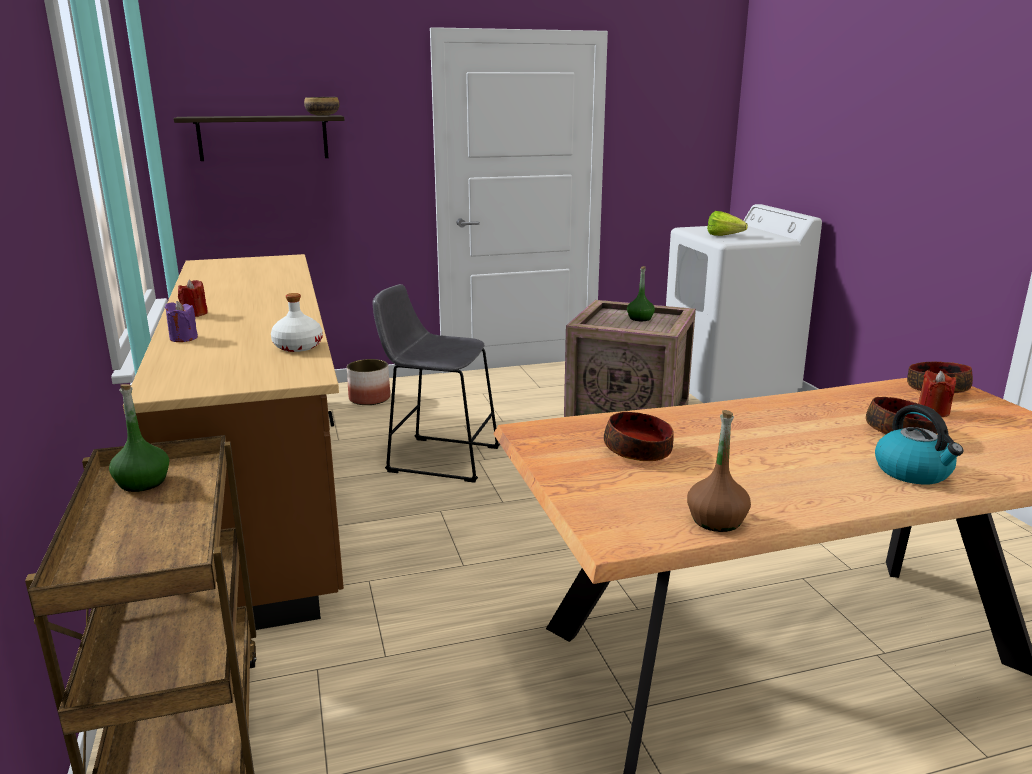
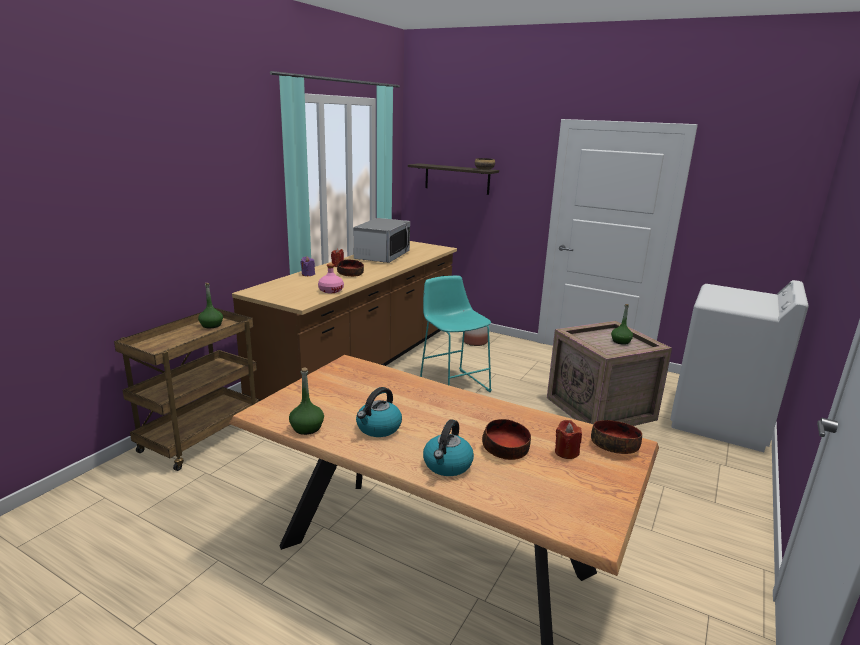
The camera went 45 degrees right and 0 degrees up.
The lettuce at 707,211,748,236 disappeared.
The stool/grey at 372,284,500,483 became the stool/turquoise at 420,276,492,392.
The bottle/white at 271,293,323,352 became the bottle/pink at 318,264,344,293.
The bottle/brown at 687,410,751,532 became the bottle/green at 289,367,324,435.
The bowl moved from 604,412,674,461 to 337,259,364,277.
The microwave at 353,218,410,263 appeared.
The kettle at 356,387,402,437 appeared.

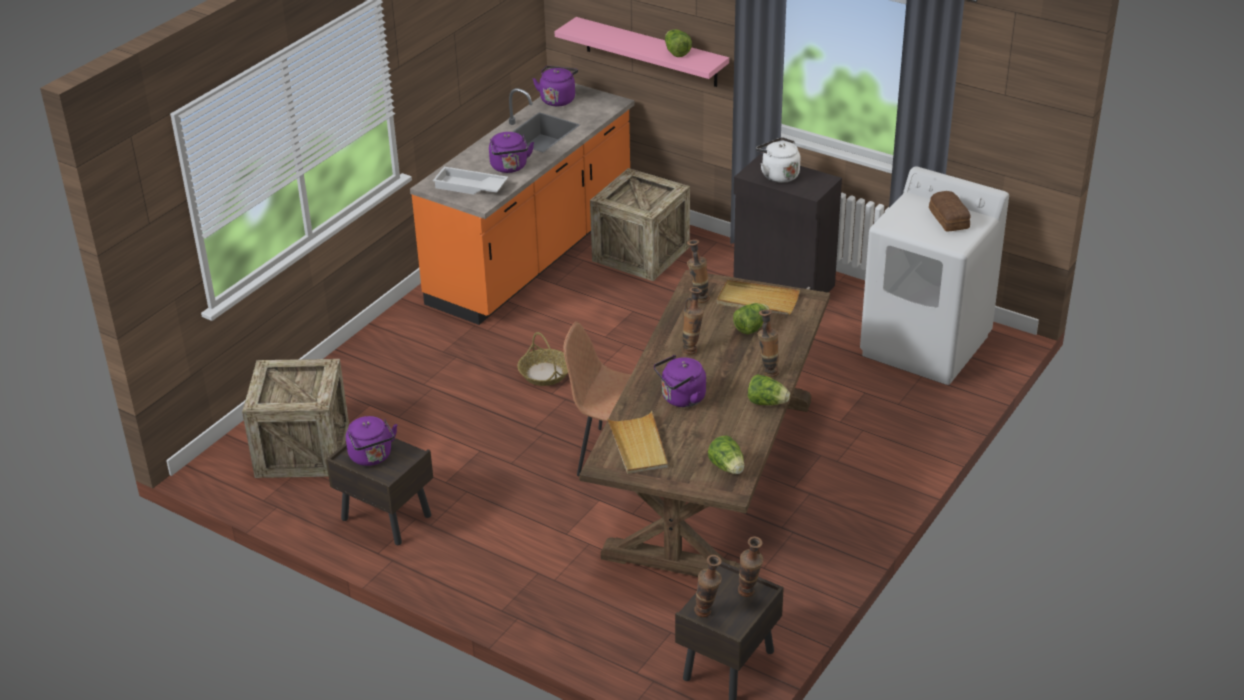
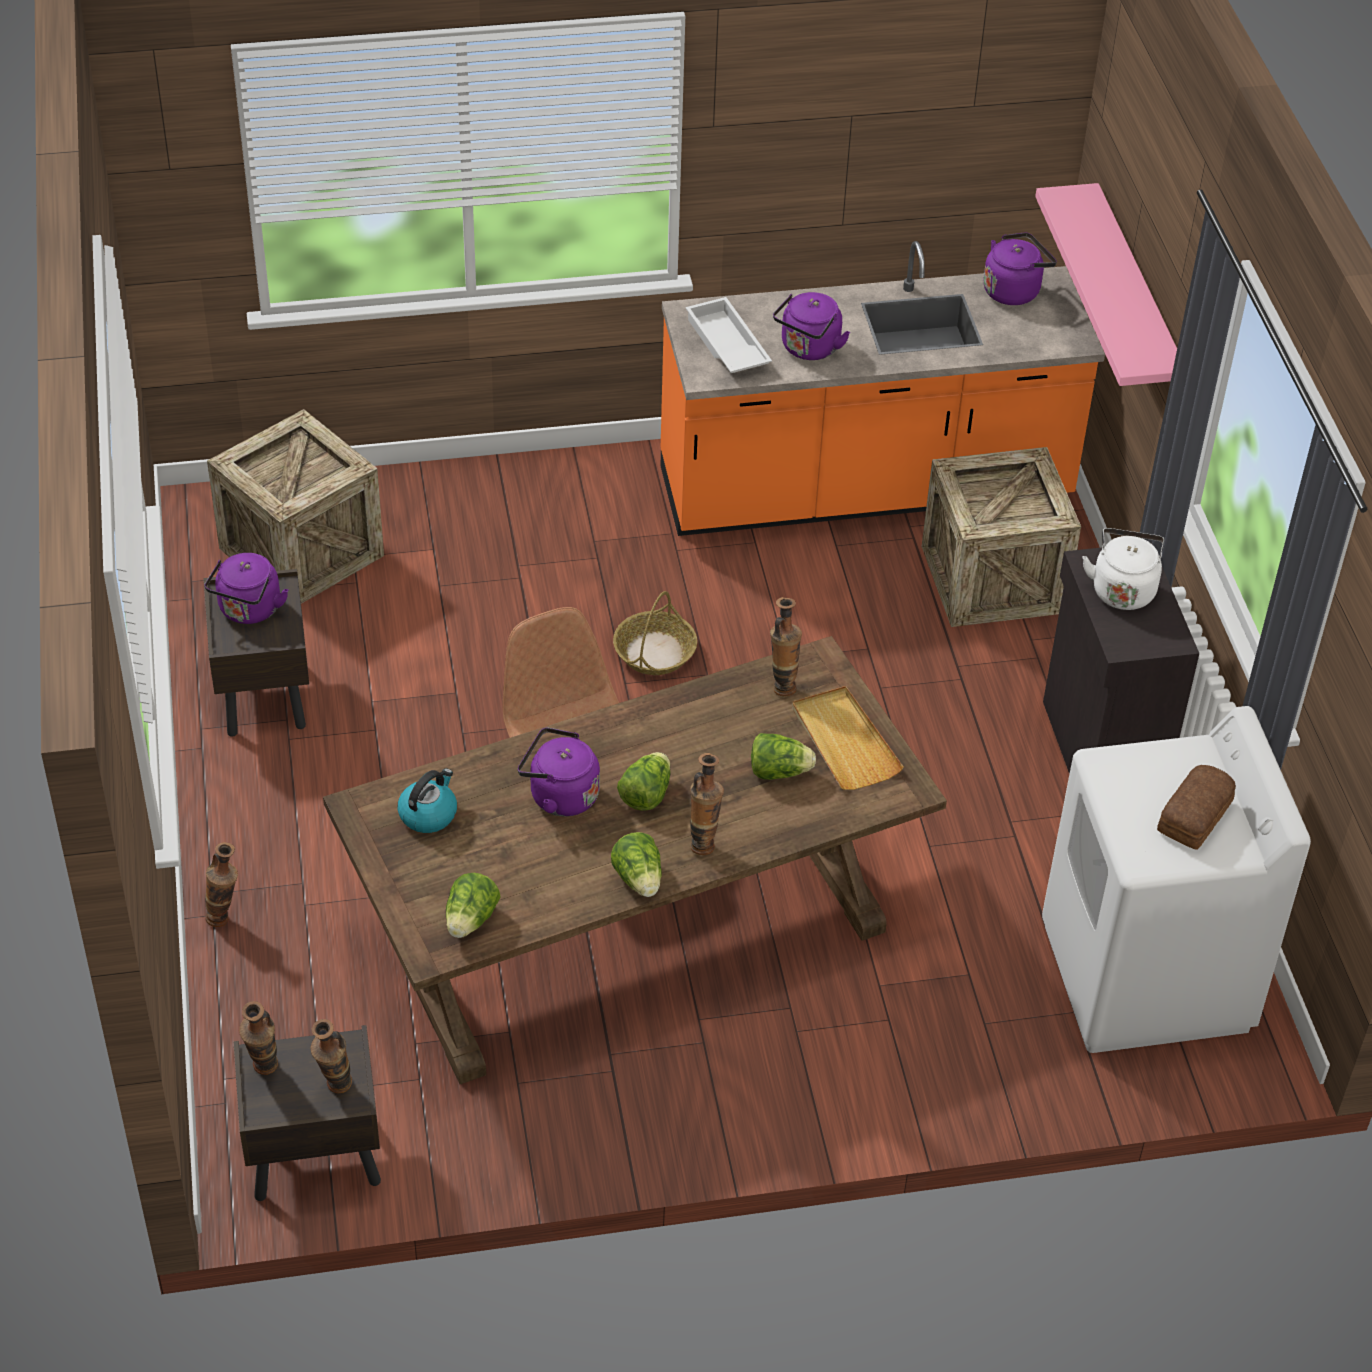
The camera went 45 degrees right and 10 degrees up.
The lettuce moved from 665,29,692,57 to 617,752,671,811.
The vase moved from 682,287,704,355 to 205,842,238,927.
The tray/beige at 607,411,668,474 was replaced by the kettle at 397,768,457,833.

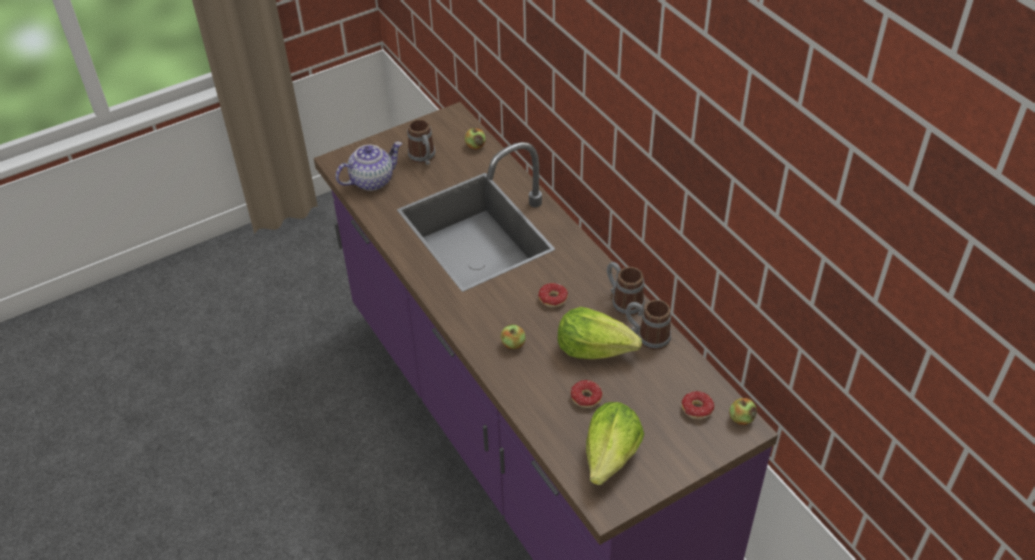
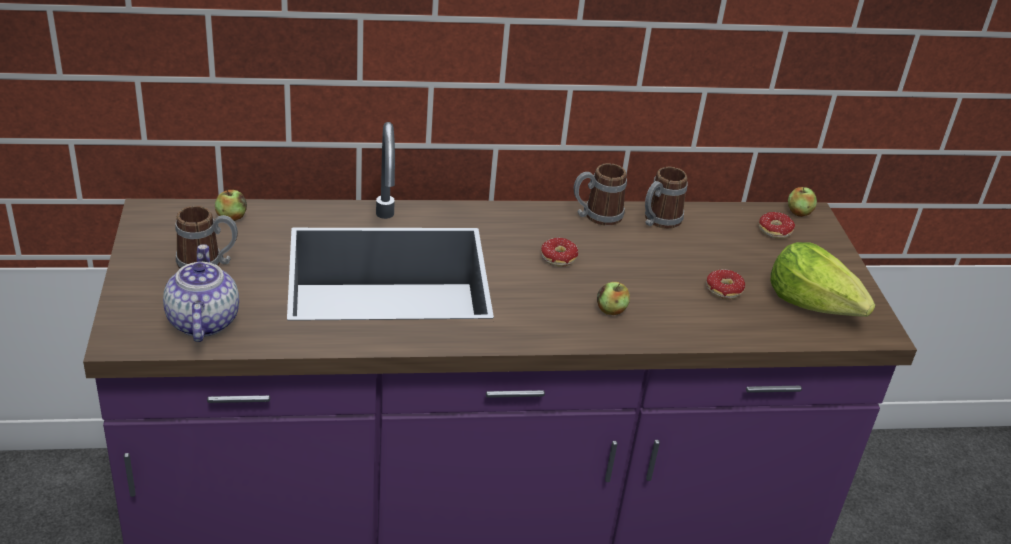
The camera went 70 degrees left and 10 degrees down.
The lettuce at 558,307,642,359 disappeared.

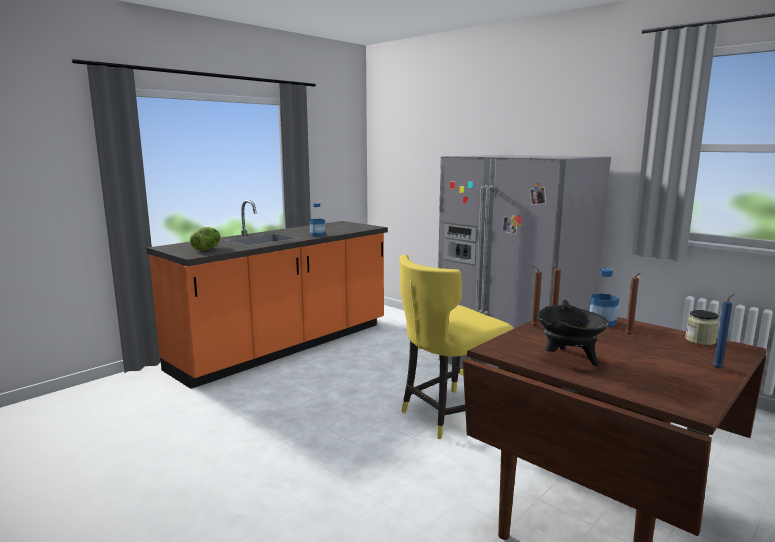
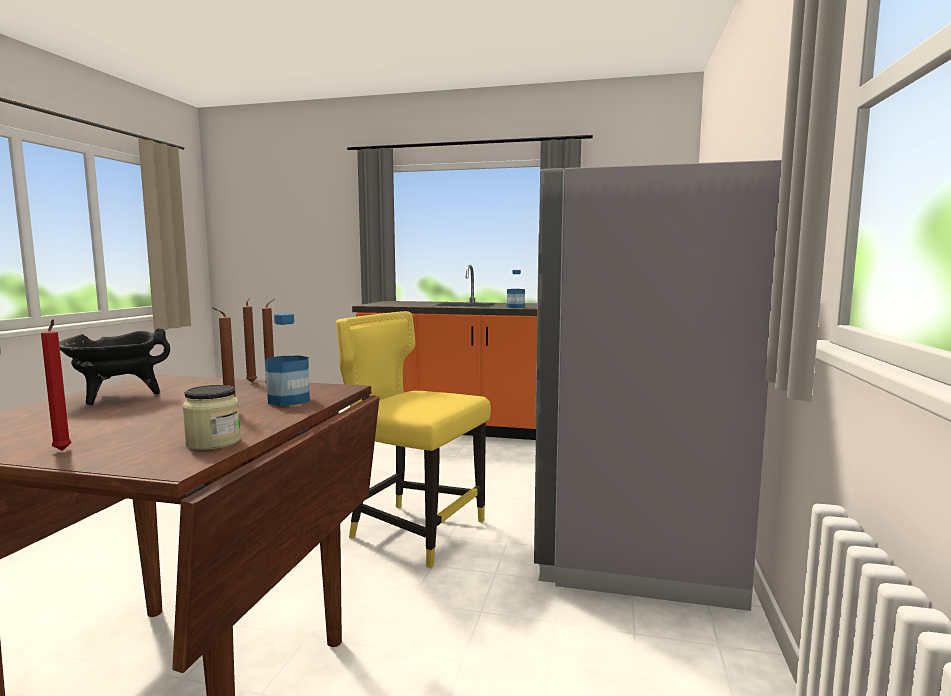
The camera went 60 degrees right and 5 degrees down.
The lettuce at 190,227,221,250 disappeared.
The candle/blue at 713,294,734,368 became the candle/red at 41,319,71,451.

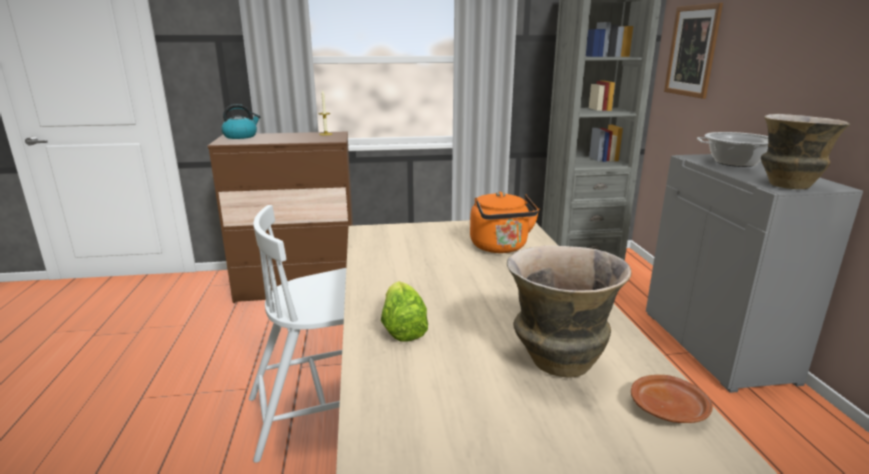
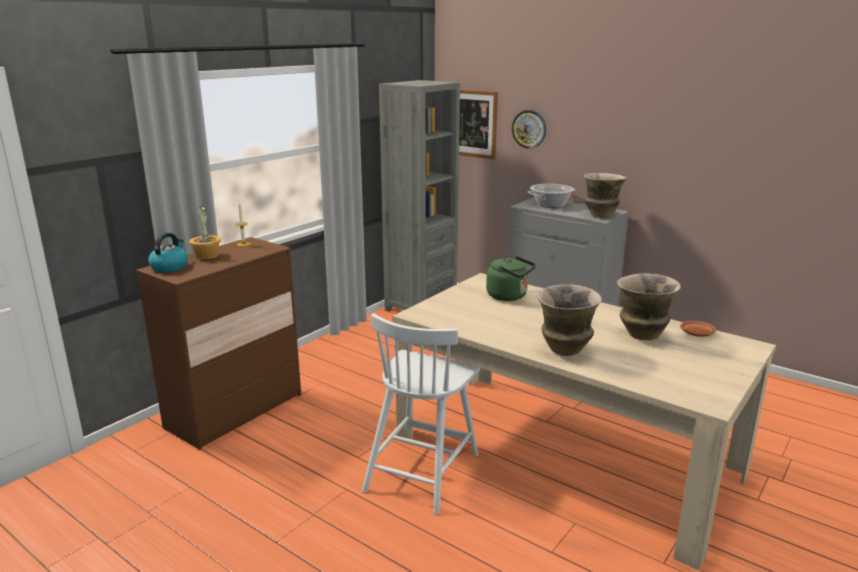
The camera went 45 degrees left and 0 degrees up.
The kettle/orange at 470,192,540,253 became the kettle/green at 486,256,536,301.
The lettuce at 381,281,428,342 was replaced by the vase at 537,284,602,356.
The wall clock at 512,110,546,149 appeared.
The potted plant at 189,205,221,260 appeared.

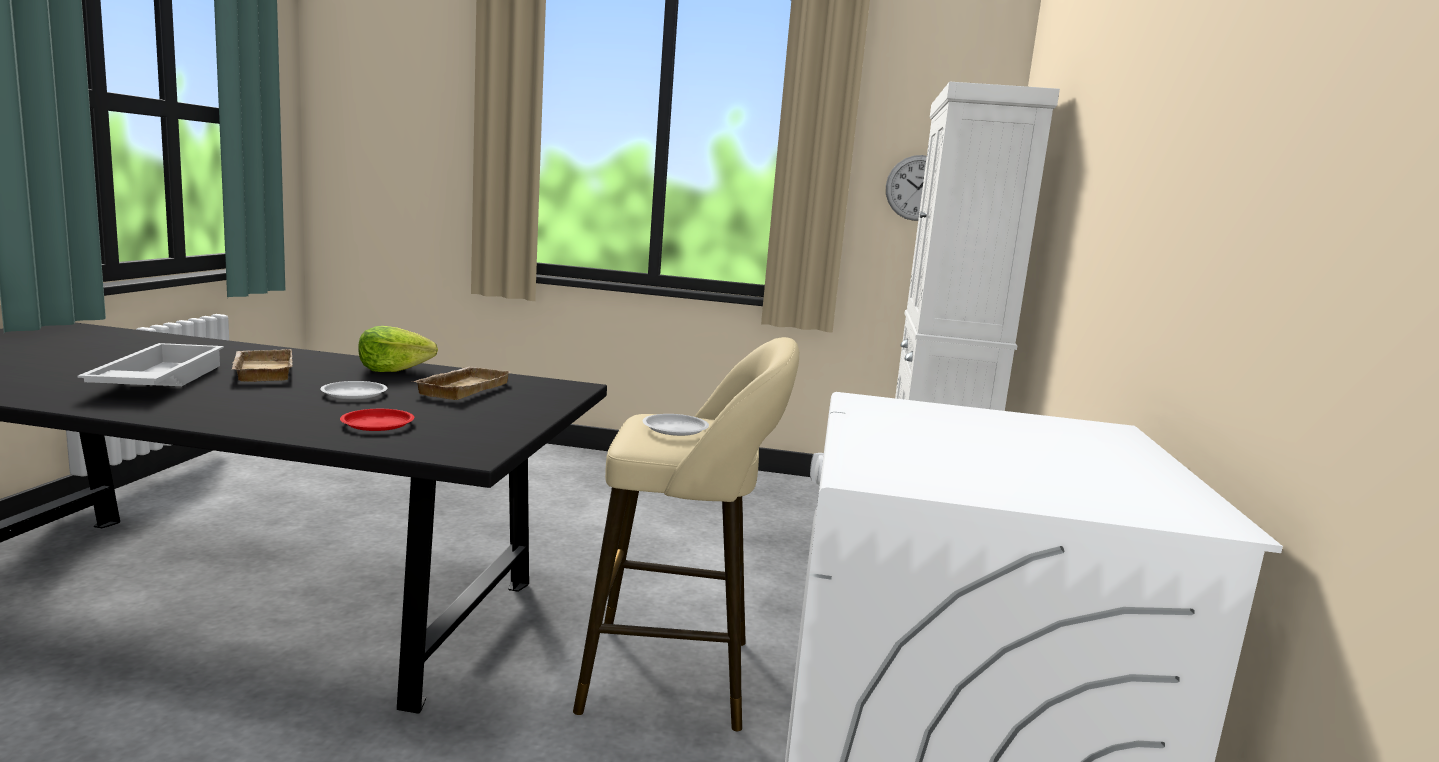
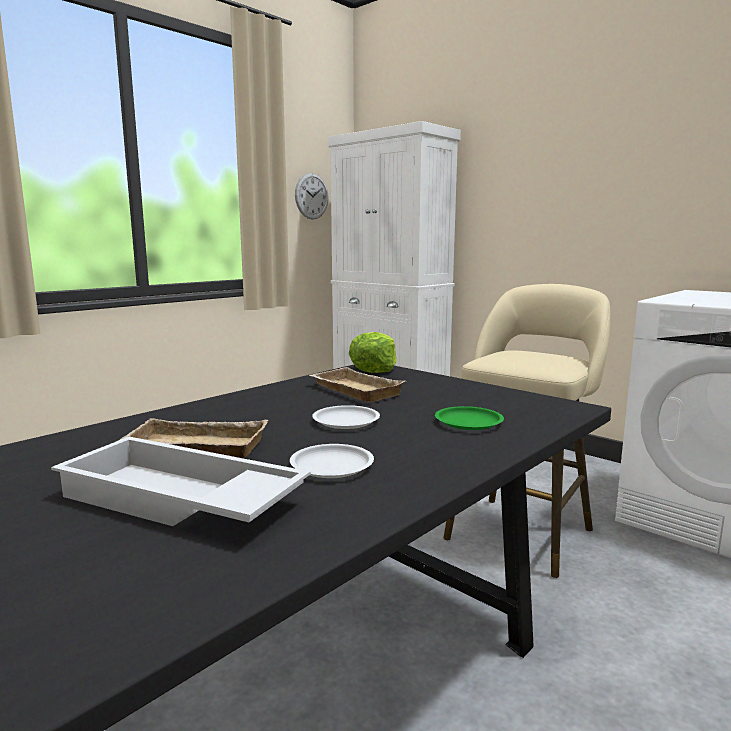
The camera went 55 degrees left and 0 degrees up.
The lettuce moved from 358,326,438,372 to 349,332,397,373.
The plate/red at 340,409,414,431 became the plate/green at 435,406,504,430.
The plate/white moved from 643,414,709,436 to 290,444,374,478.

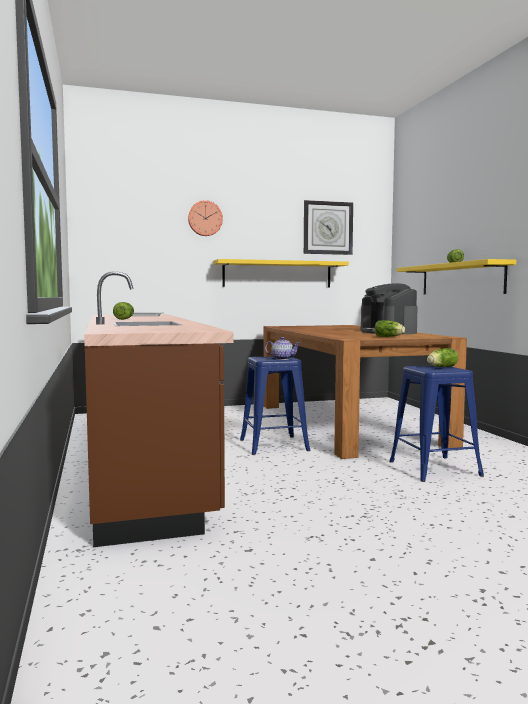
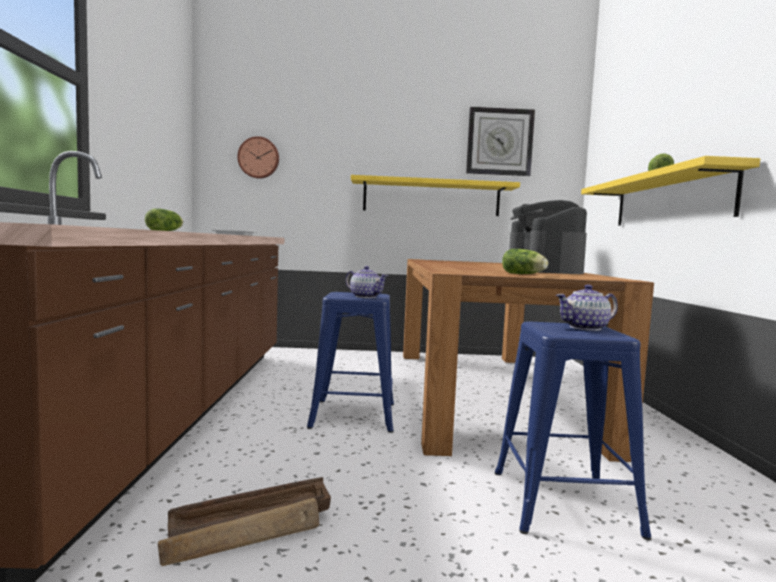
The camera went 15 degrees right and 0 degrees up.
The wall clock moved from 188,200,223,236 to 237,136,279,179.
The lettuce at 427,348,458,367 was replaced by the teapot at 556,284,618,331.
The crate at 158,477,331,566 appeared.

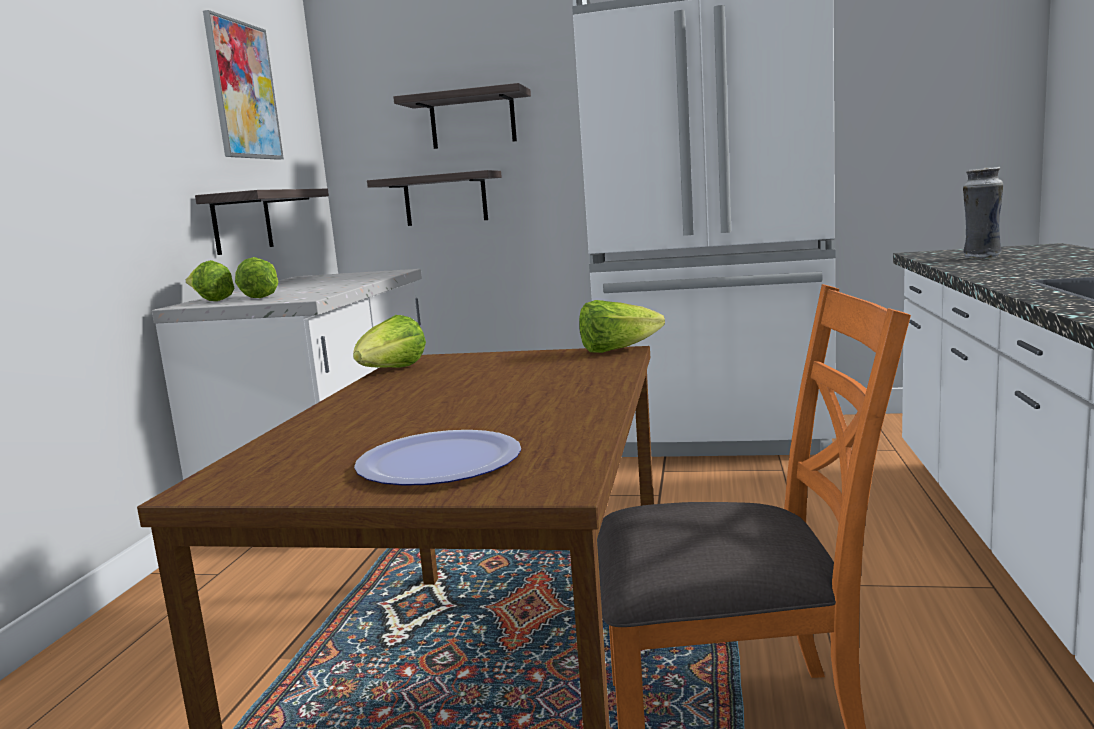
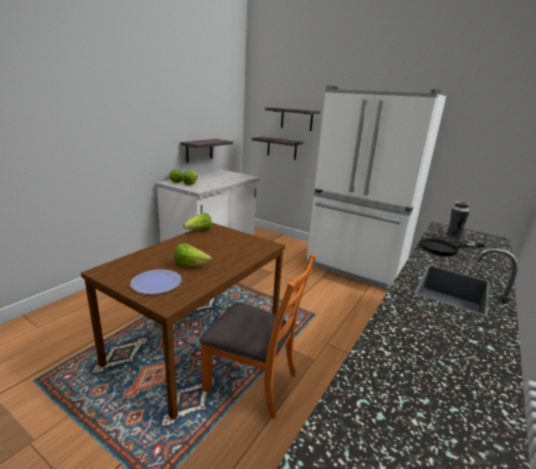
The camera went 20 degrees right and 10 degrees up.
The picture at 203,10,284,160 disappeared.
The lettuce moved from 579,300,665,353 to 174,243,212,266.
The frying pan/black at 420,238,485,256 appeared.

